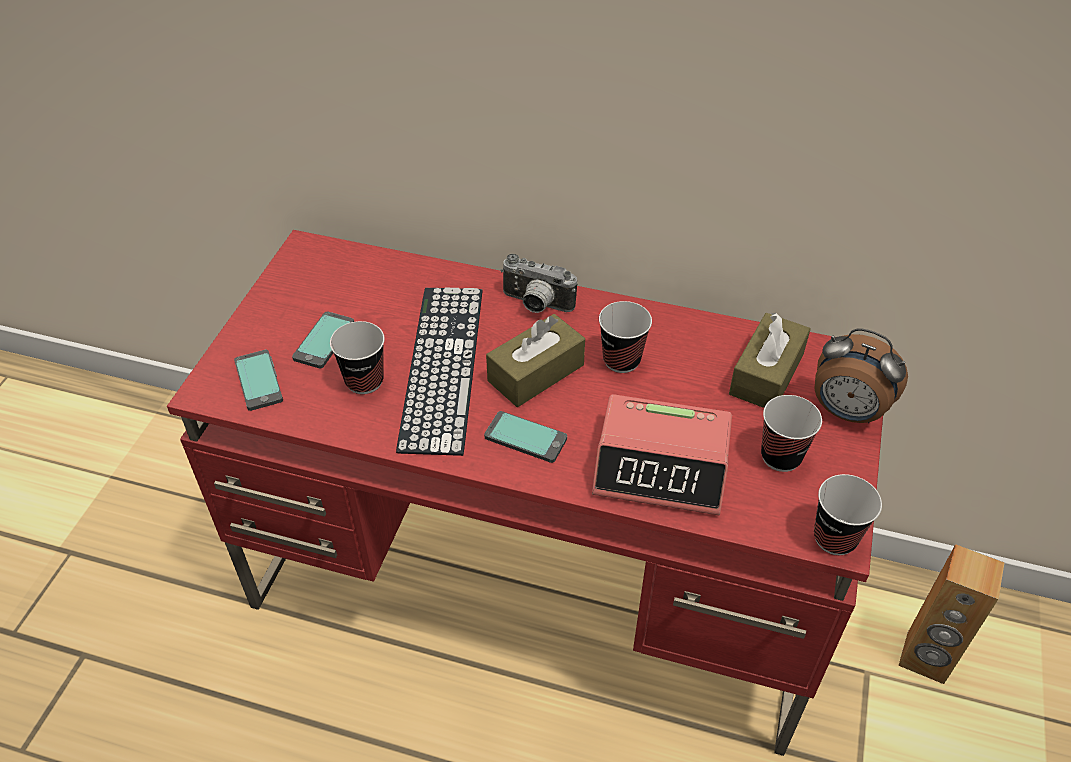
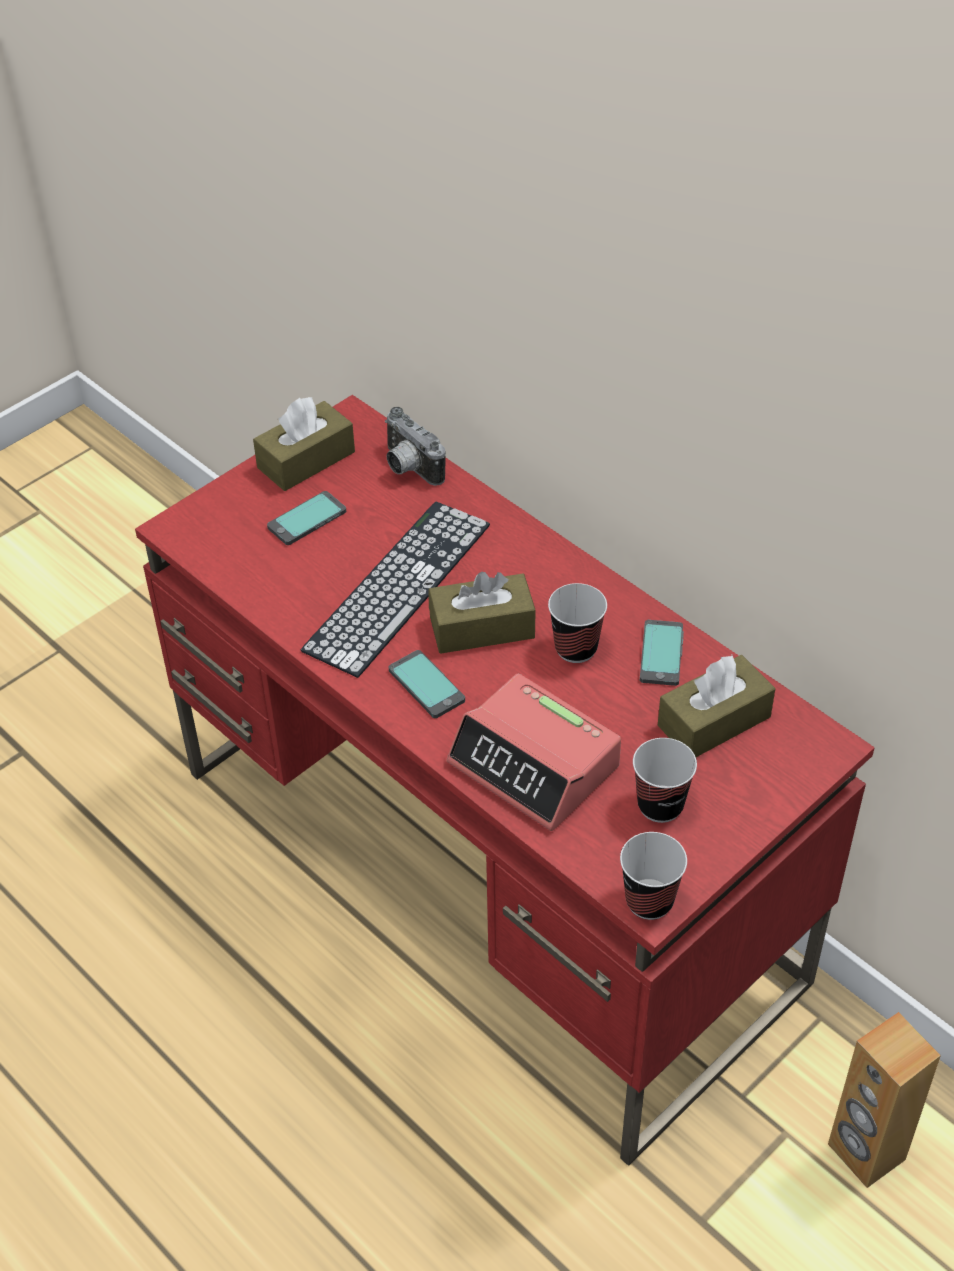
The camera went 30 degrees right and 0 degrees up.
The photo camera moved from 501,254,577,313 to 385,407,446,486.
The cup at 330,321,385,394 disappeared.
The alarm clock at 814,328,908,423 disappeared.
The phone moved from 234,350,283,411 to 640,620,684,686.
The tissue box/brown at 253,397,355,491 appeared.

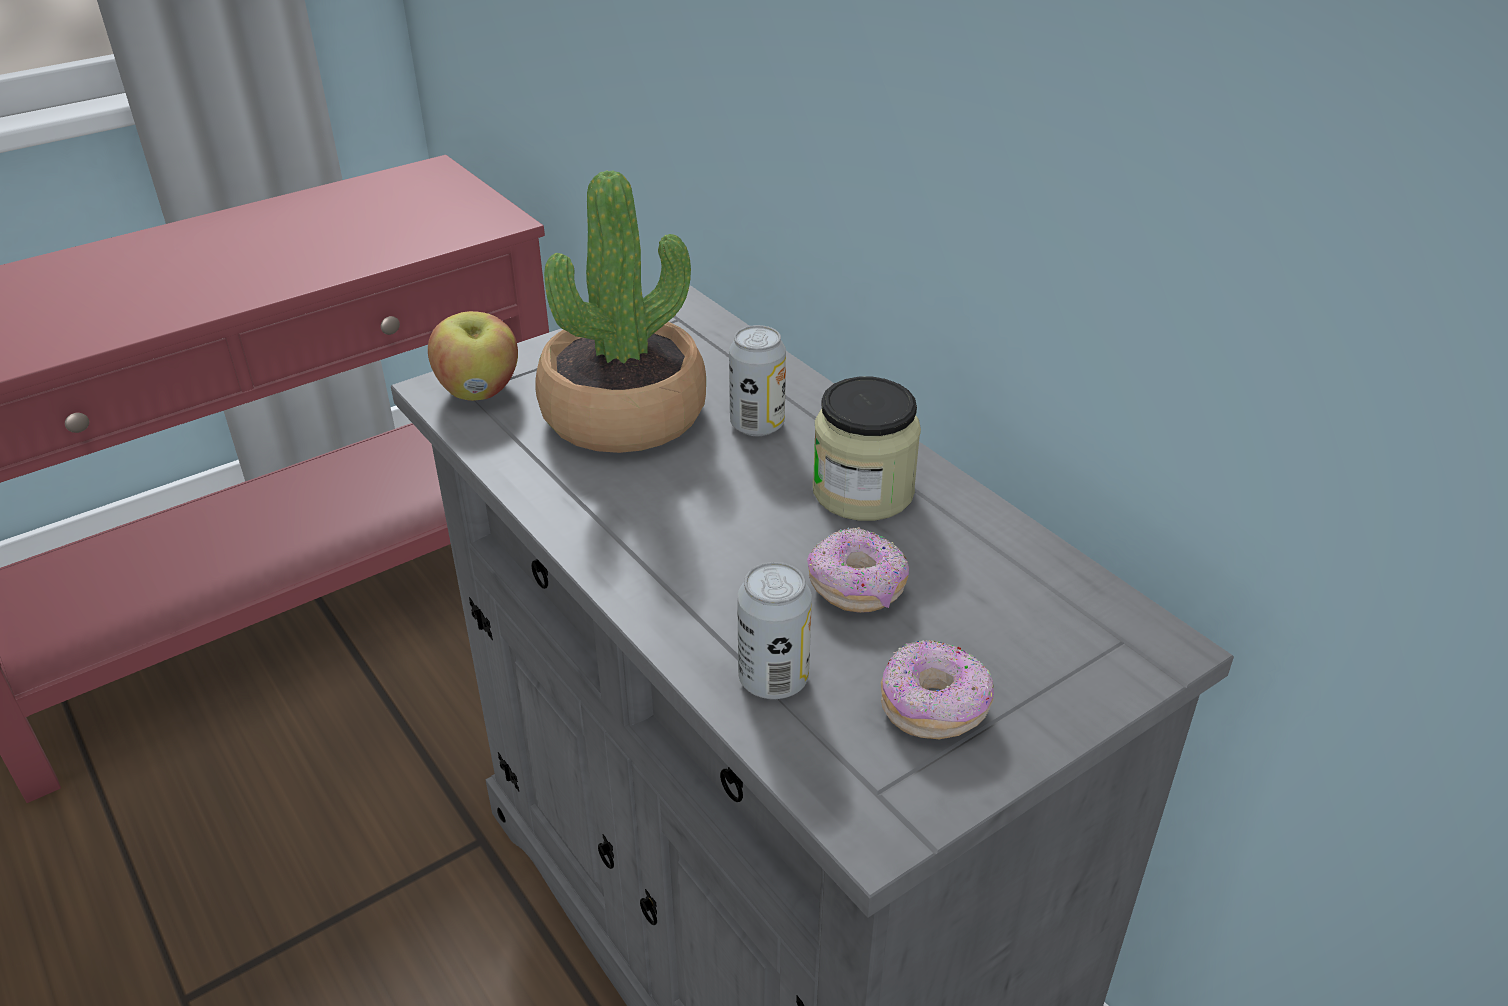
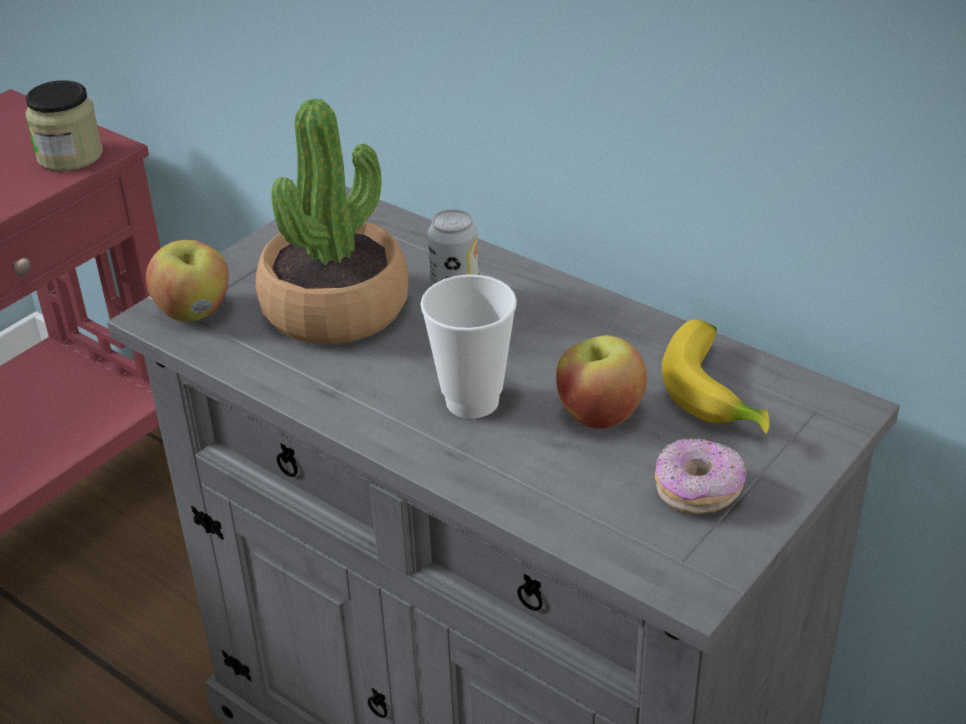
The camera went 15 degrees left and 0 degrees up.
The jar moved from 813,377,921,521 to 26,80,103,171.
The donut at 807,527,909,613 was replaced by the apple at 556,335,647,429.
The can at 737,562,812,699 disappeared.
The cup at 420,275,517,419 appeared.
The banana at 662,319,770,434 appeared.

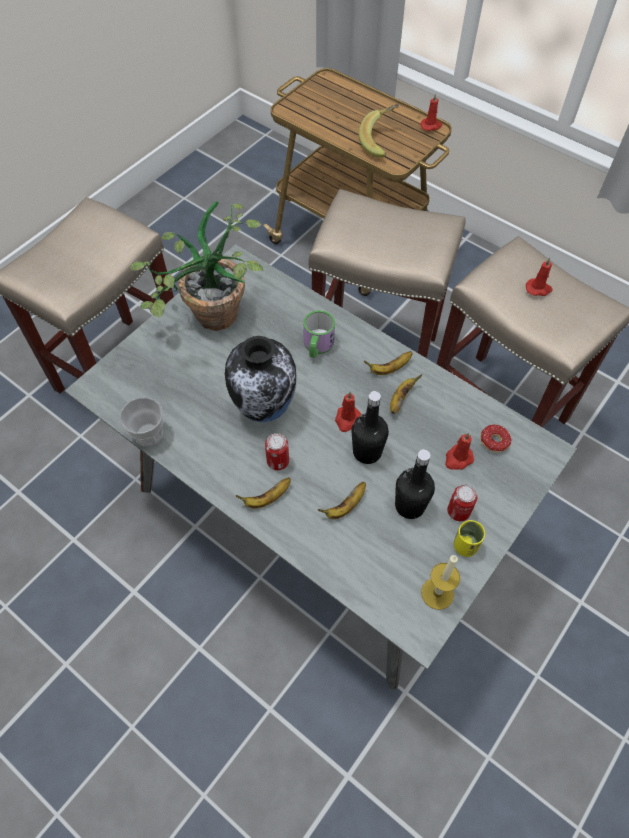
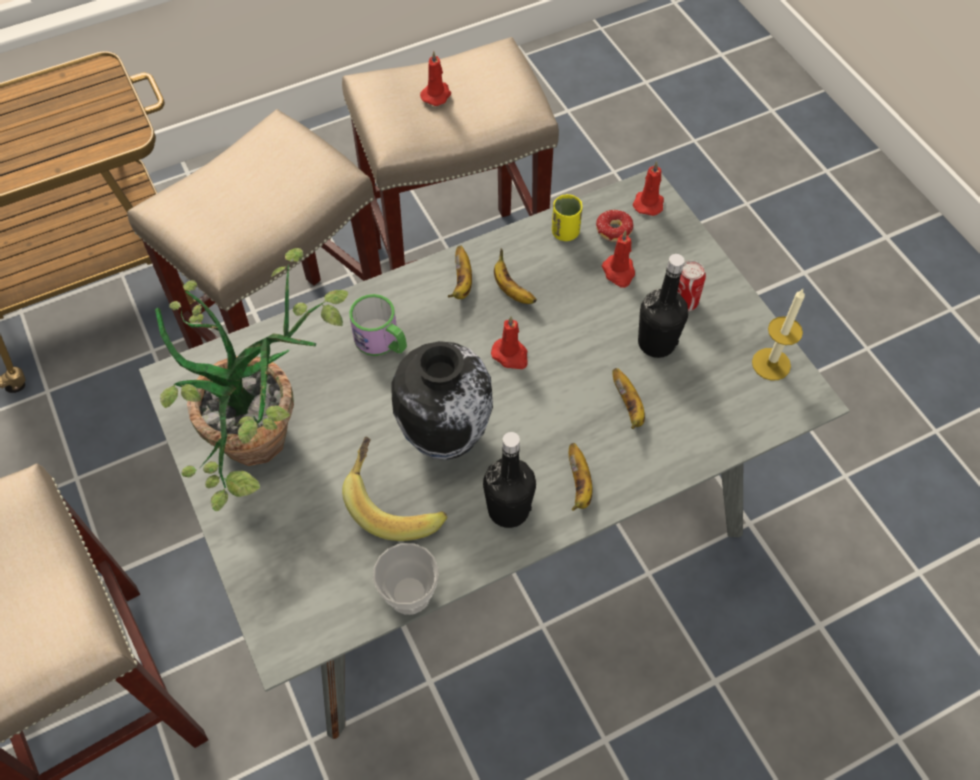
The camera went 65 degrees left and 0 degrees up.
The candle/red moved from 420,93,442,131 to 633,161,664,216.
The banana moved from 359,104,399,158 to 342,437,448,541.
The bottle/black moved from 351,391,389,464 to 483,432,536,528.
The can at 265,433,289,470 disappeared.
The cup/yellow moved from 454,520,485,557 to 552,194,582,241.

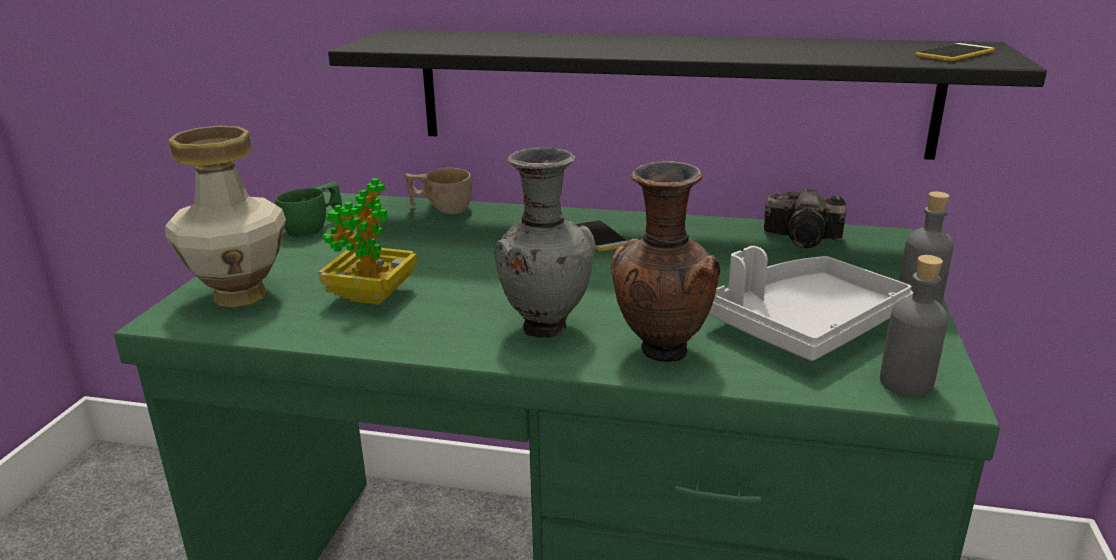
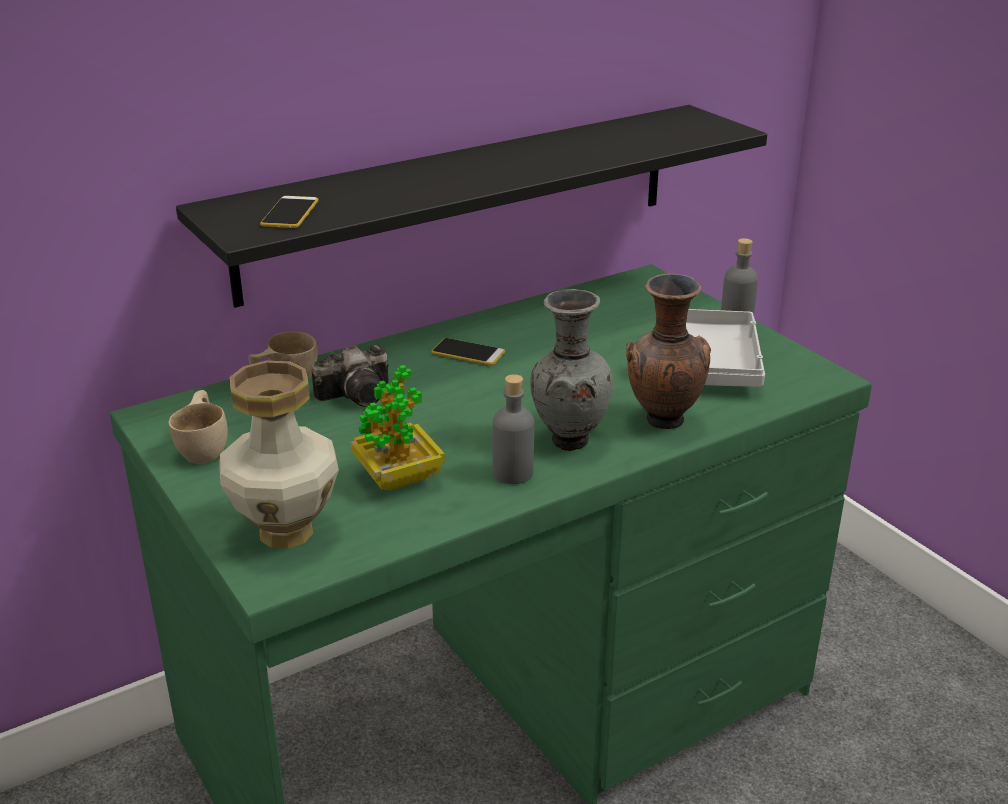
The camera went 45 degrees left and 5 degrees up.
The phone moved from 915,43,995,61 to 260,196,319,228.
The cup/green at 275,182,342,237 became the cup/beige at 169,390,228,464.
The photo camera moved from 764,189,846,248 to 311,345,389,407.
The bottle/grey moved from 880,255,948,397 to 493,374,534,484.

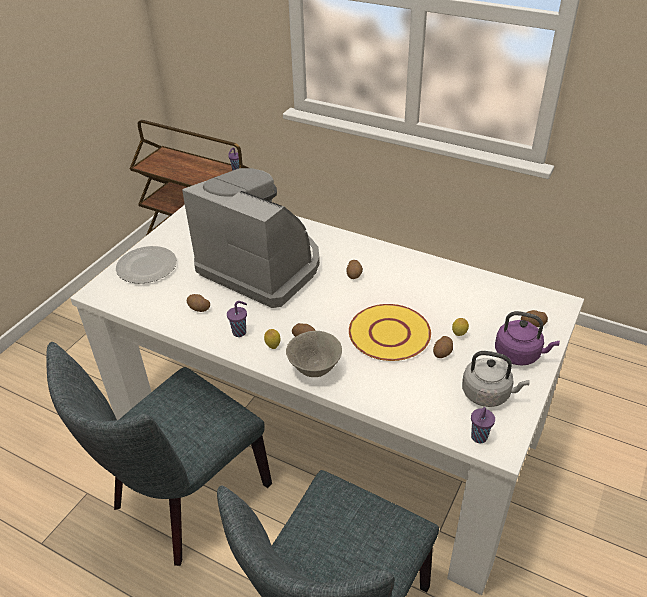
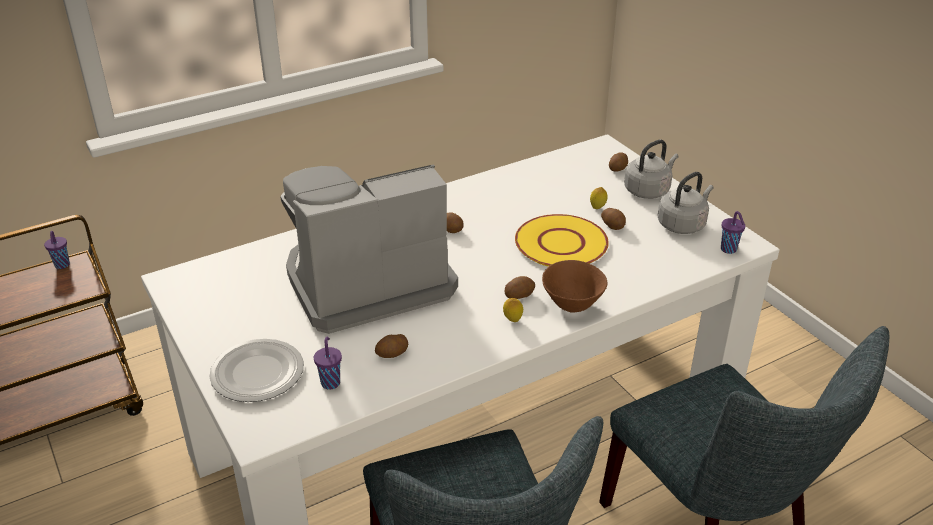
The camera went 60 degrees left and 5 degrees down.
The cup/purple moved from 227,301,247,337 to 314,337,342,390.
The kettle/purple at 495,311,560,365 became the kettle/grey at 624,139,679,199.
The bowl/grey at 286,331,342,377 became the bowl/brown at 542,260,607,313.

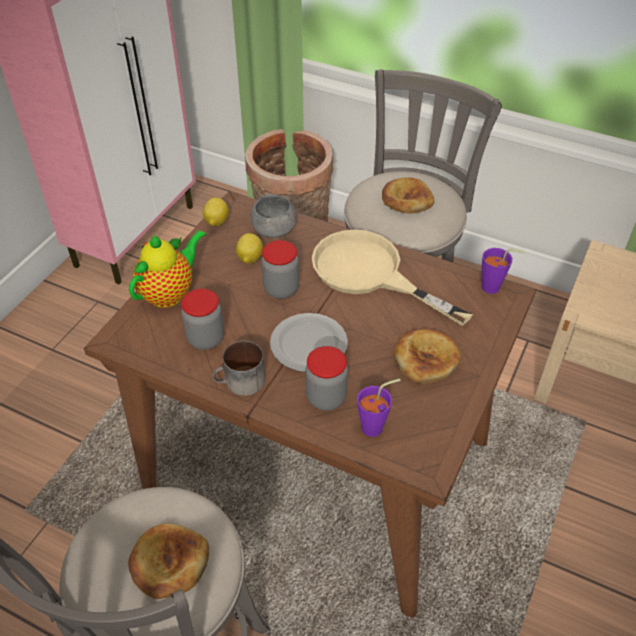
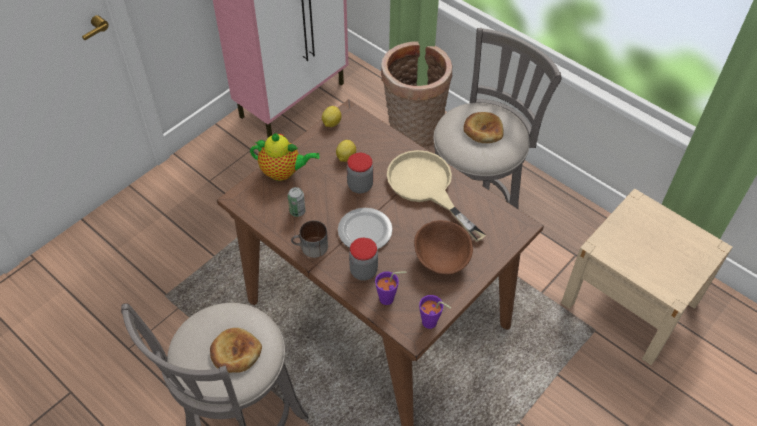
The camera went 15 degrees right and 5 degrees up.
The bowl/grey at 251,195,296,238 disappeared.
The teapot at 129,230,206,308 turned 45 degrees clockwise.
The cup/purple moved from 482,248,525,294 to 419,295,451,329.
The jar at 181,289,224,350 was replaced by the can at 288,187,306,217.
The bread at 393,328,461,384 was replaced by the bowl/brown at 414,220,473,275.

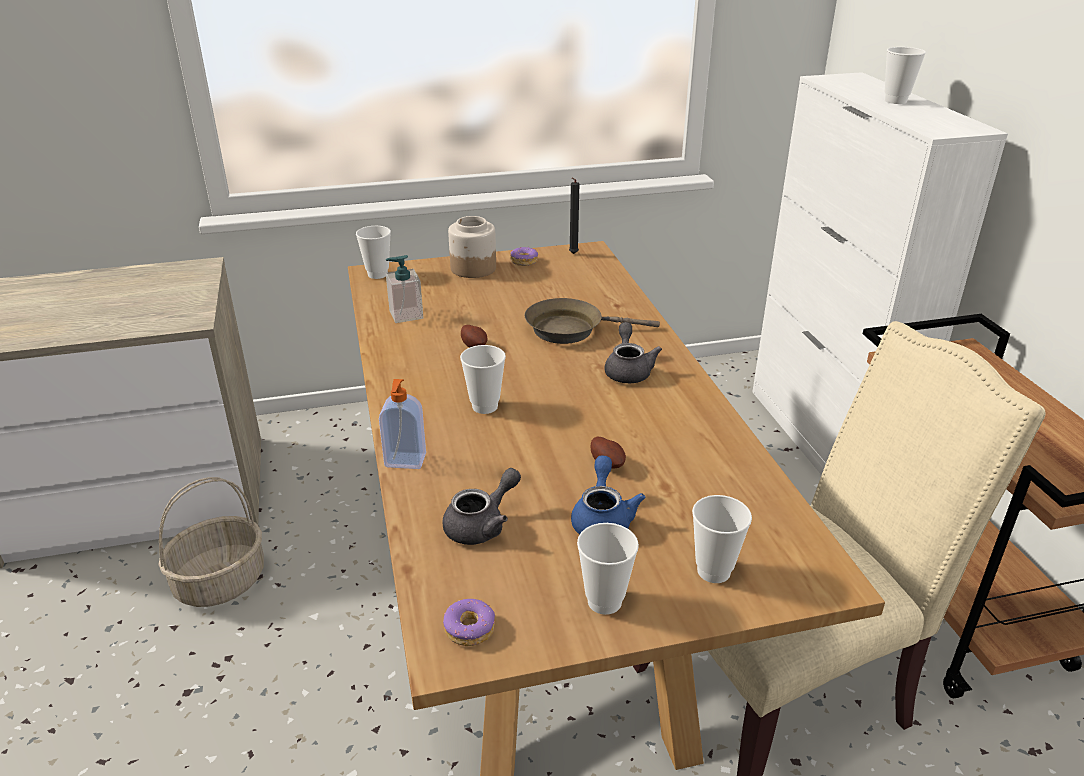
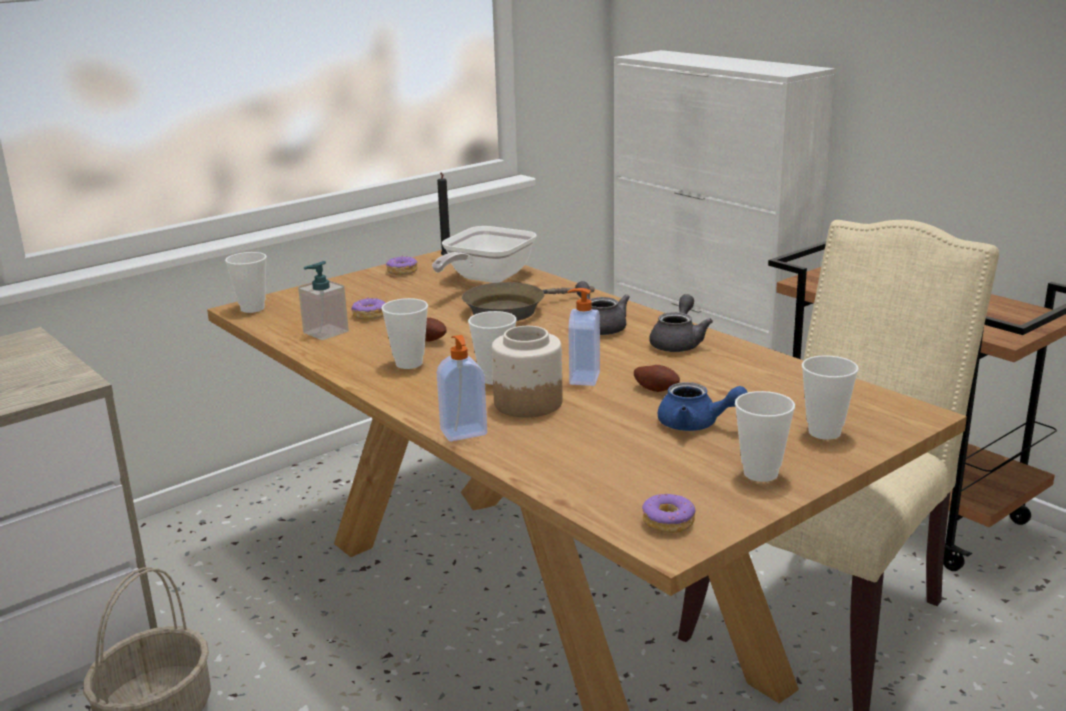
The camera went 25 degrees left and 10 degrees down.
The cup moved from 885,47,926,104 to 381,298,428,369.
The jar moved from 448,216,496,278 to 491,326,563,417.
The teapot/blue at 571,456,645,534 turned 135 degrees clockwise.
The teapot/grey moved from 442,468,521,545 to 649,294,713,352.
The frying pan at 432,226,537,283 appeared.
The soap dispenser at 568,288,600,386 appeared.
The donut at 351,297,385,320 appeared.

